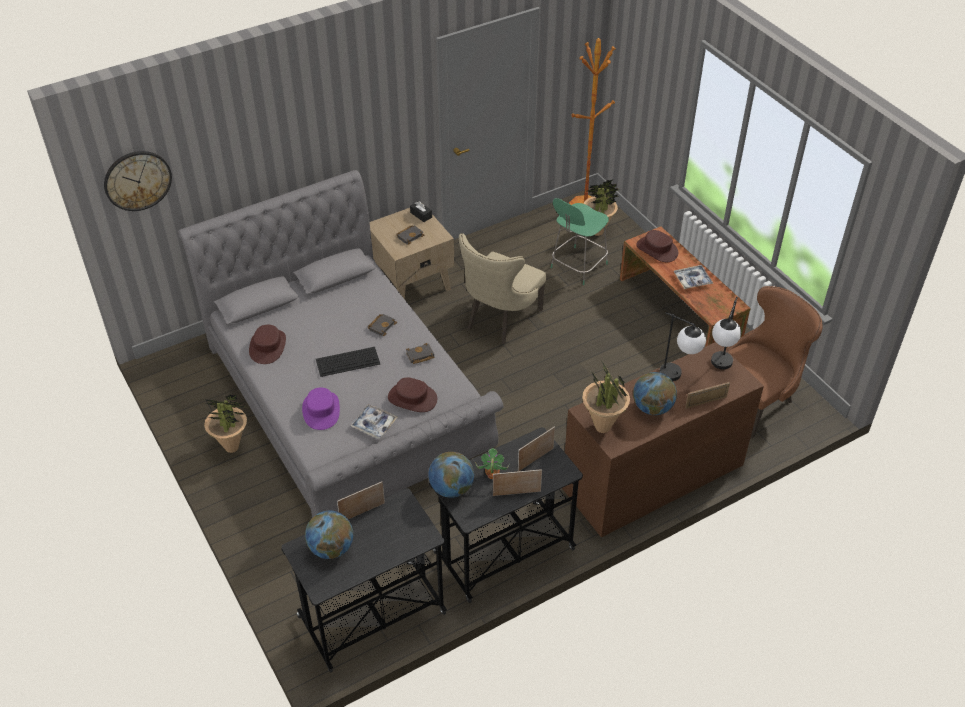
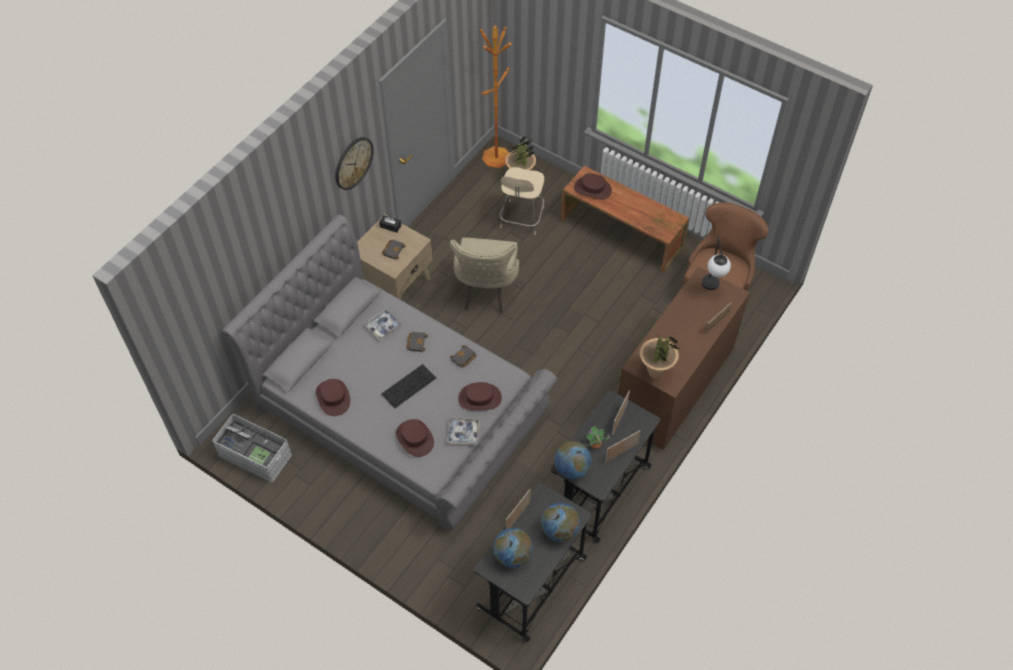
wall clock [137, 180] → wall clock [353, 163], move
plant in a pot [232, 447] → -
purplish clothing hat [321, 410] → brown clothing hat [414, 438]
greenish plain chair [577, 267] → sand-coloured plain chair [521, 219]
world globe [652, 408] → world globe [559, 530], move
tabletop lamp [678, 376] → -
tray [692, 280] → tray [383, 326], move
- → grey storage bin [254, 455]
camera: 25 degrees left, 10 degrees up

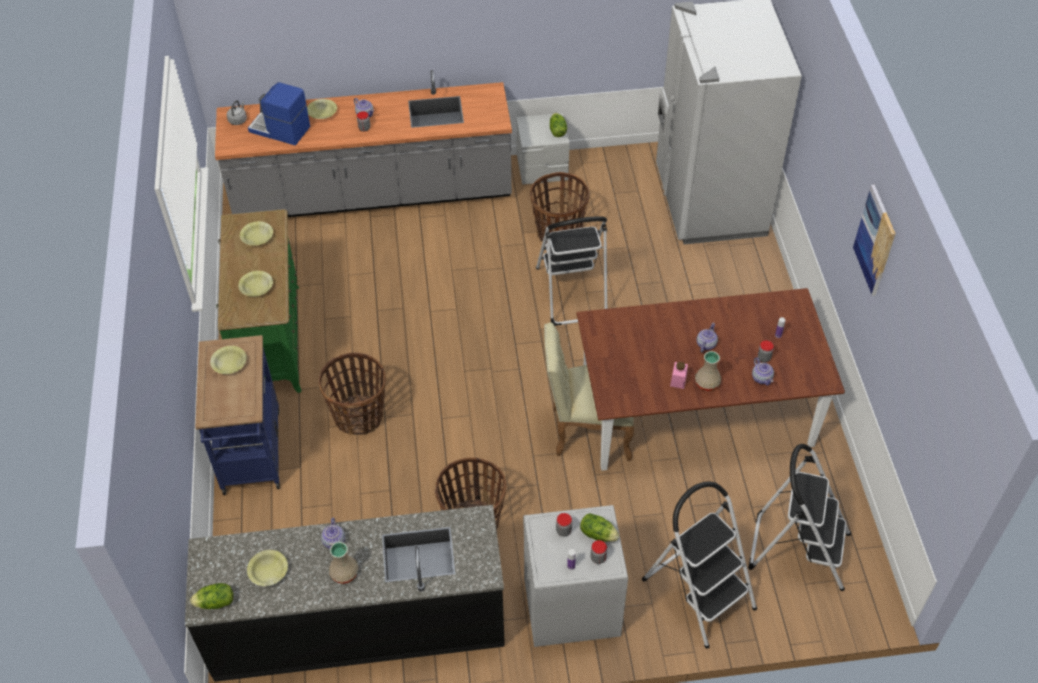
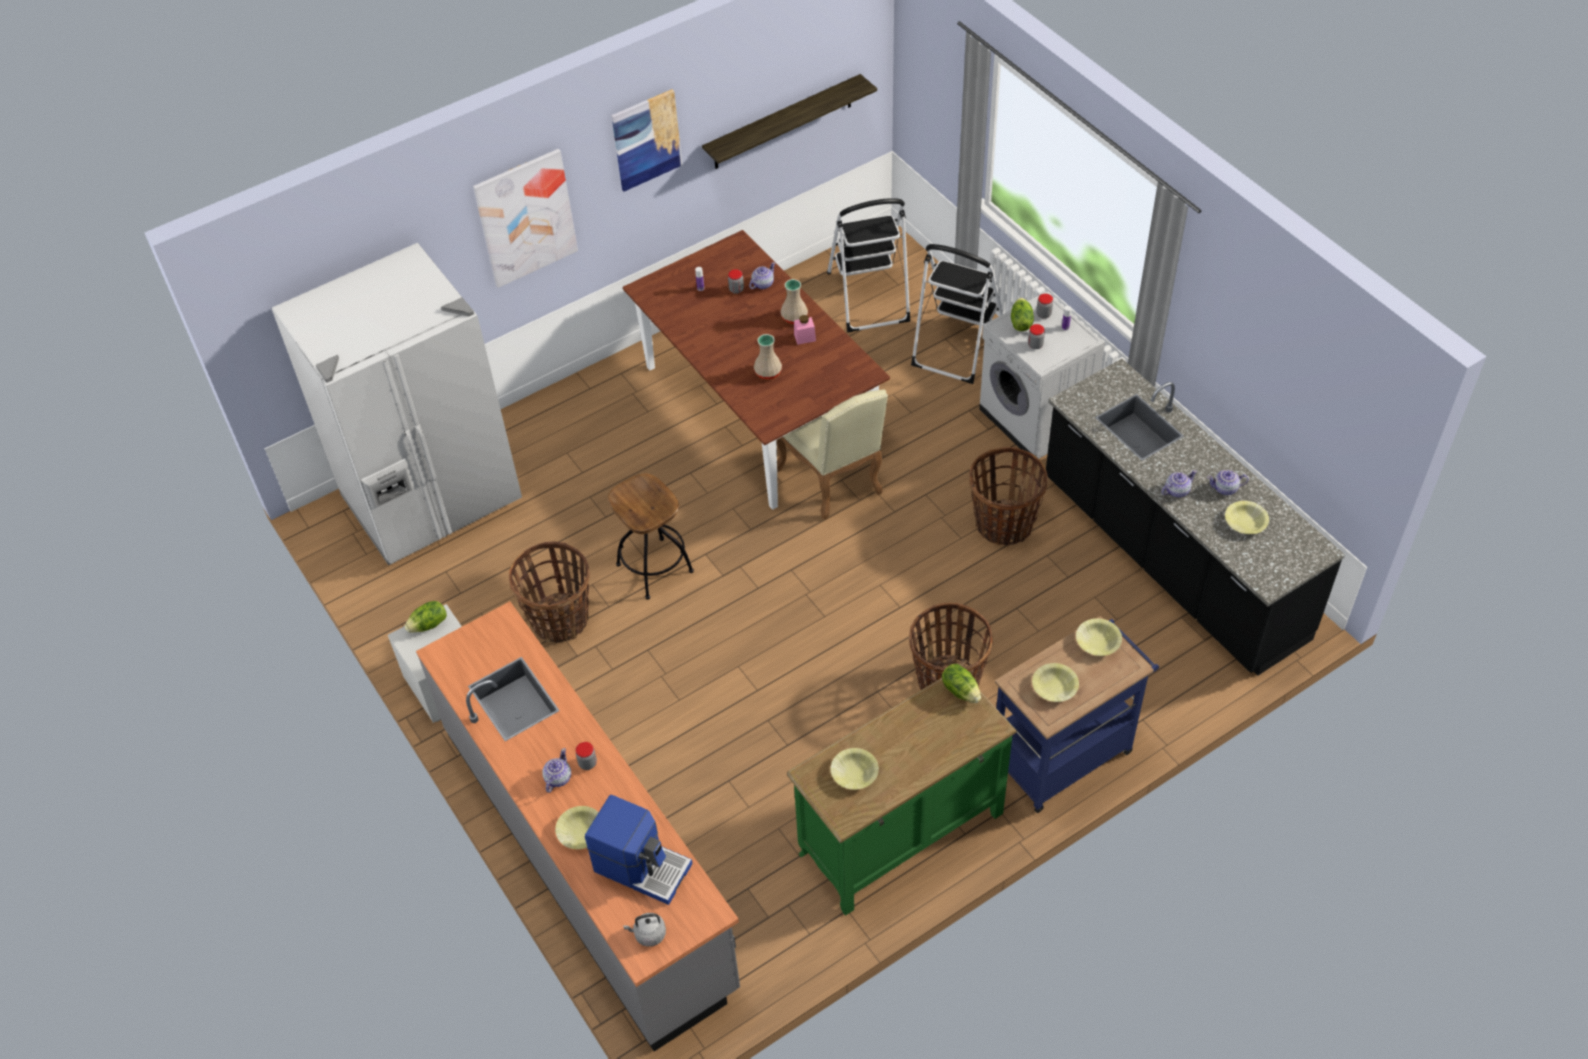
lettuce head [215, 603] → lettuce head [961, 690], move
yellowish serving bowl [256, 287] → yellowish serving bowl [1098, 641], move
coffee brewer [280, 130] → coffee brewer [642, 866], 60 degrees counterclockwise
sand-coloured decorative vase [345, 573] → sand-coloured decorative vase [767, 372], move
stepladder [571, 294] → brown sitting stool [655, 568]
pot for tea [705, 344] → pot for tea [1225, 488], move
- → wall art [526, 218]
- → bracket shelf [783, 122]
camera: 115 degrees left, 0 degrees up

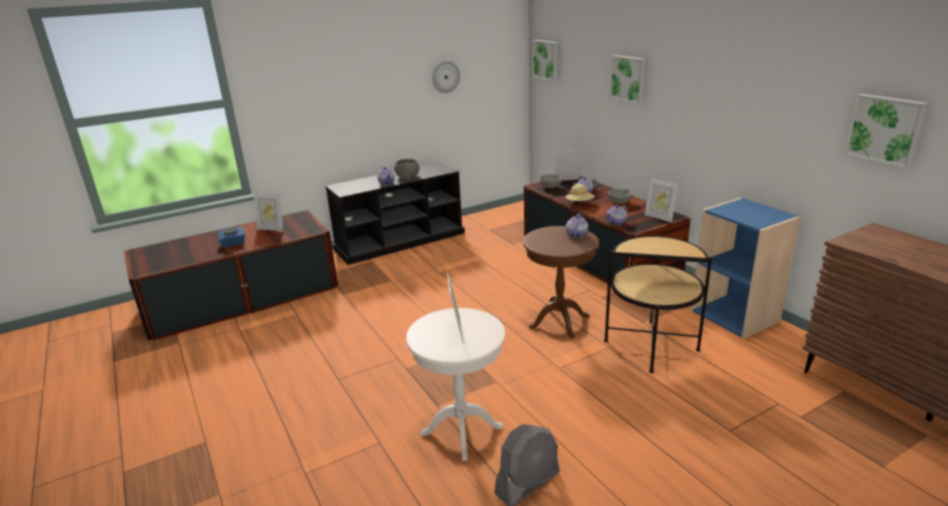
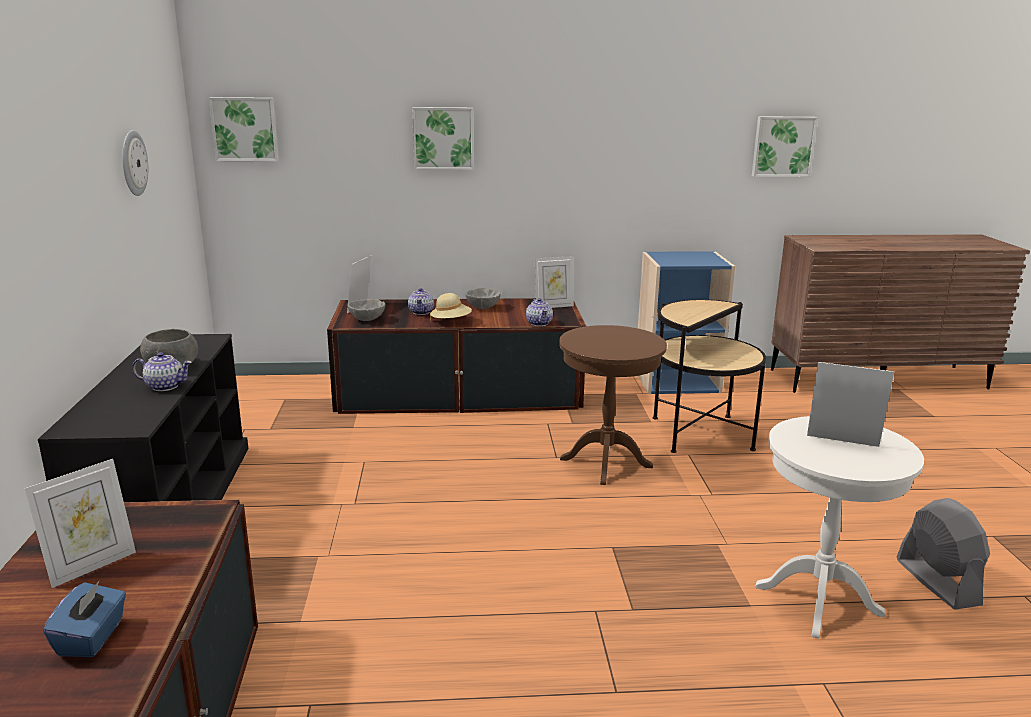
pot for tea [576, 235] → -
camera: 65 degrees left, 5 degrees down

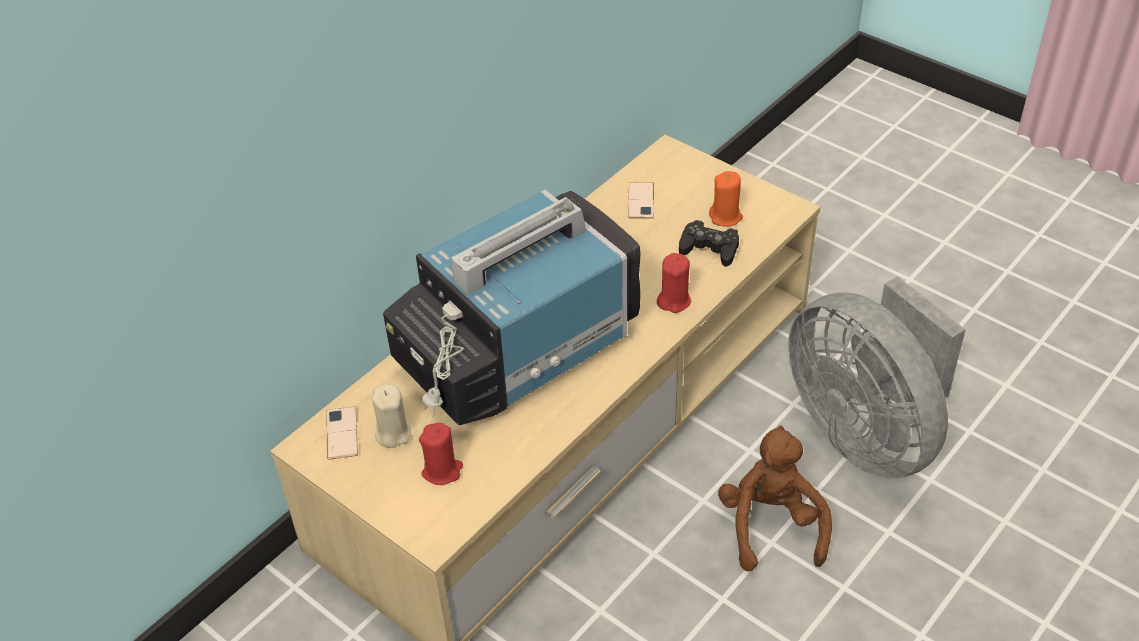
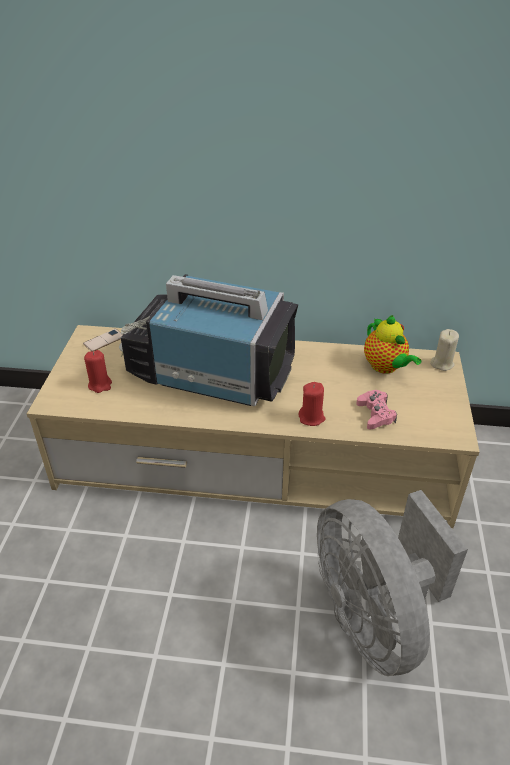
sand-coloured wax candle [393, 433] → sand-coloured wax candle [442, 363], move
handset [641, 201] → pot for tea [385, 367]
black game controller [709, 249] → pinkish game controller [375, 414]
orange-coloured wax candle [725, 217] → -
brown soft toy [771, 526] → -
grey fan [866, 433] → grey fan [374, 616], 45 degrees counterclockwise
camera: 55 degrees right, 5 degrees down

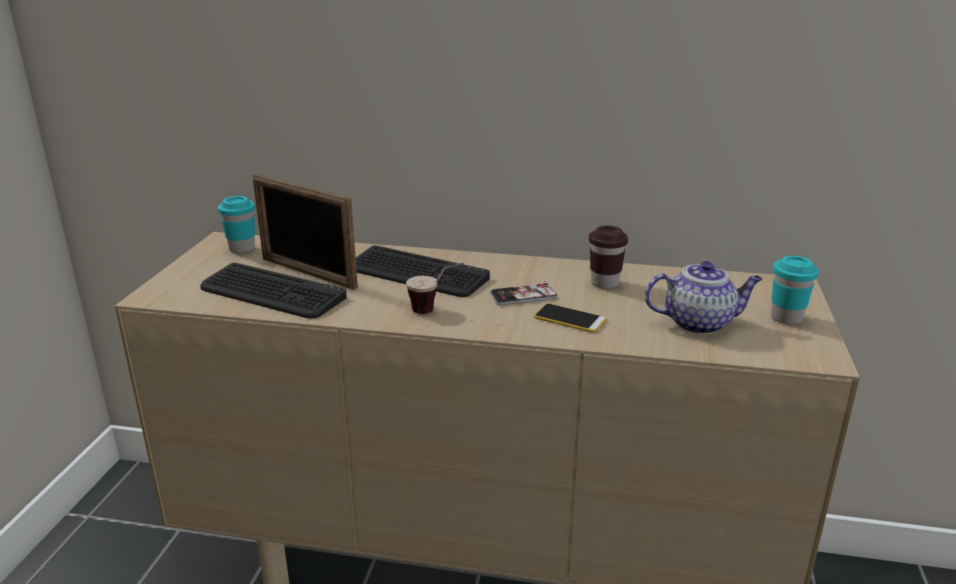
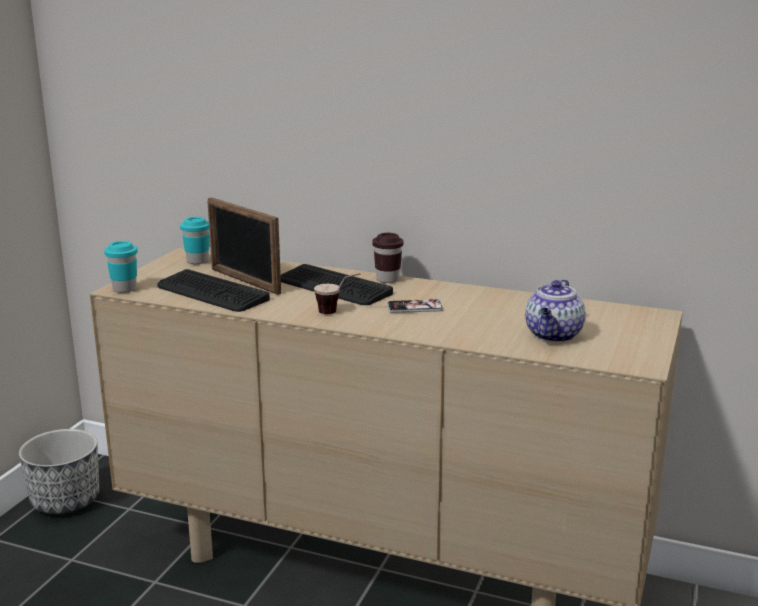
handset [570, 319] → -
brown small cup [604, 283] → brown small cup [387, 279], move
pot for tea [699, 323] → pot for tea [554, 335], 105 degrees clockwise
blue-green small cup [786, 318] → blue-green small cup [124, 289], move
- → flower pot [66, 500]
camera: 10 degrees right, 5 degrees down

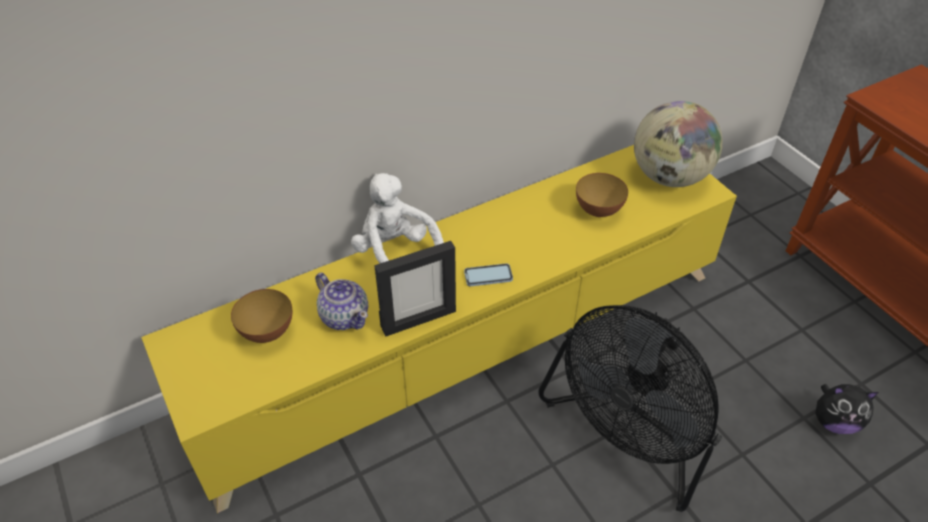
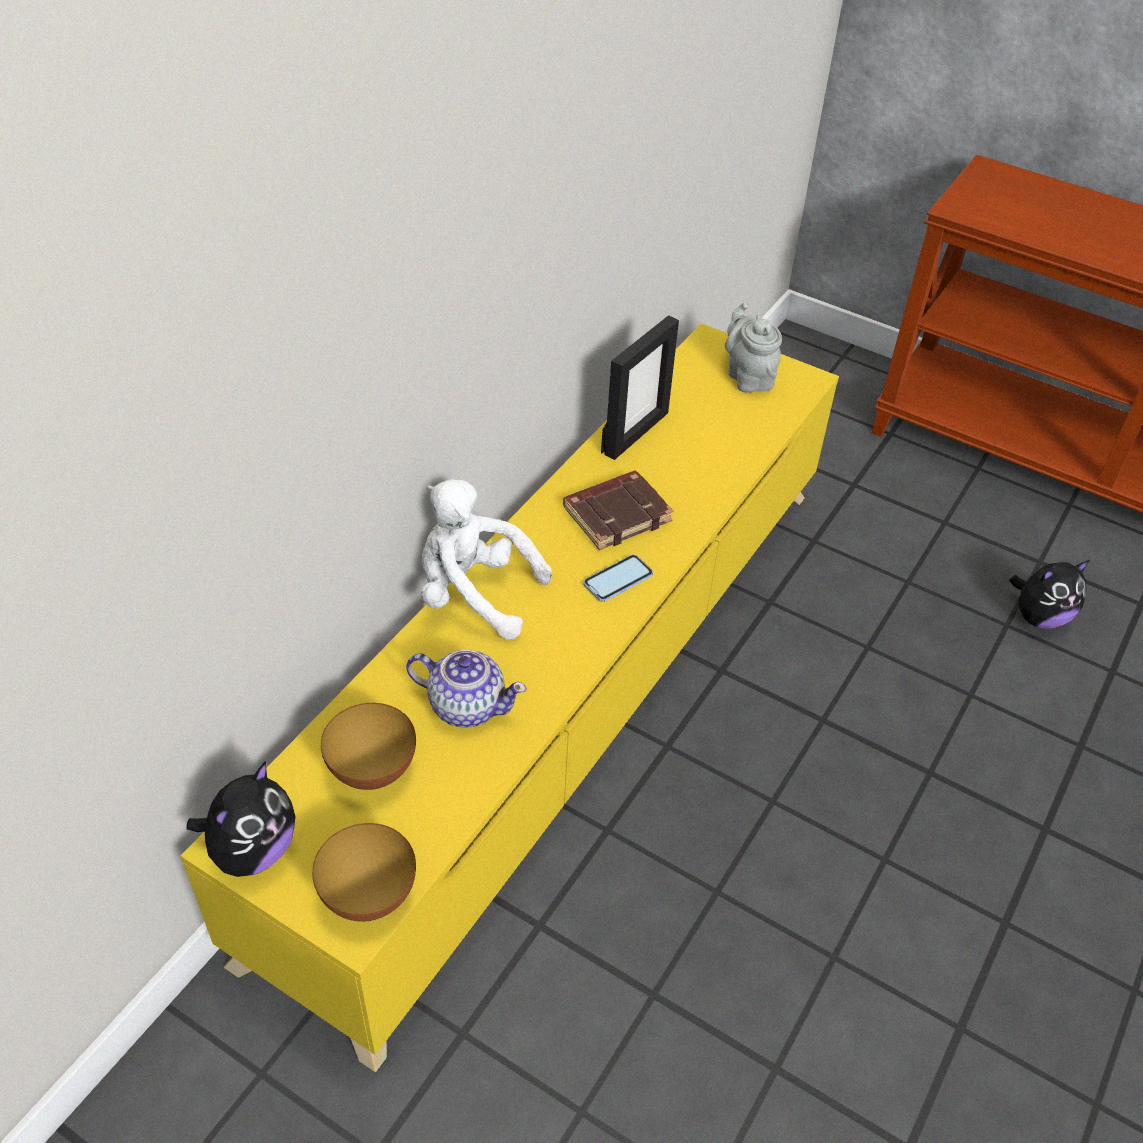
picture frame [418, 319] → picture frame [635, 432], move
black fan [626, 429] → -
serving bowl [598, 211] → serving bowl [369, 896], move
world globe [669, 177] → grey pot for tea [748, 376]
- → soft toy [252, 850]
- → brown volume [617, 514]
camera: 30 degrees left, 0 degrees up

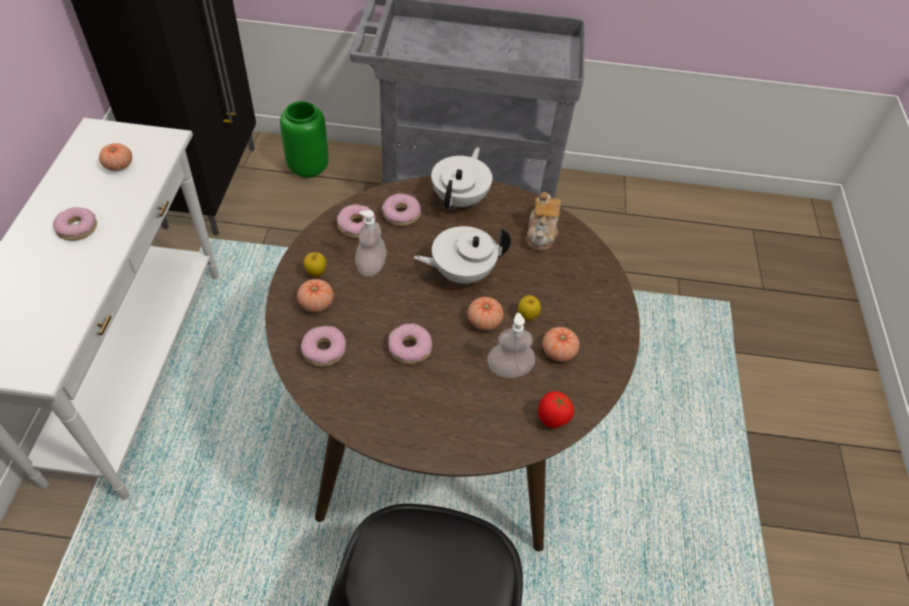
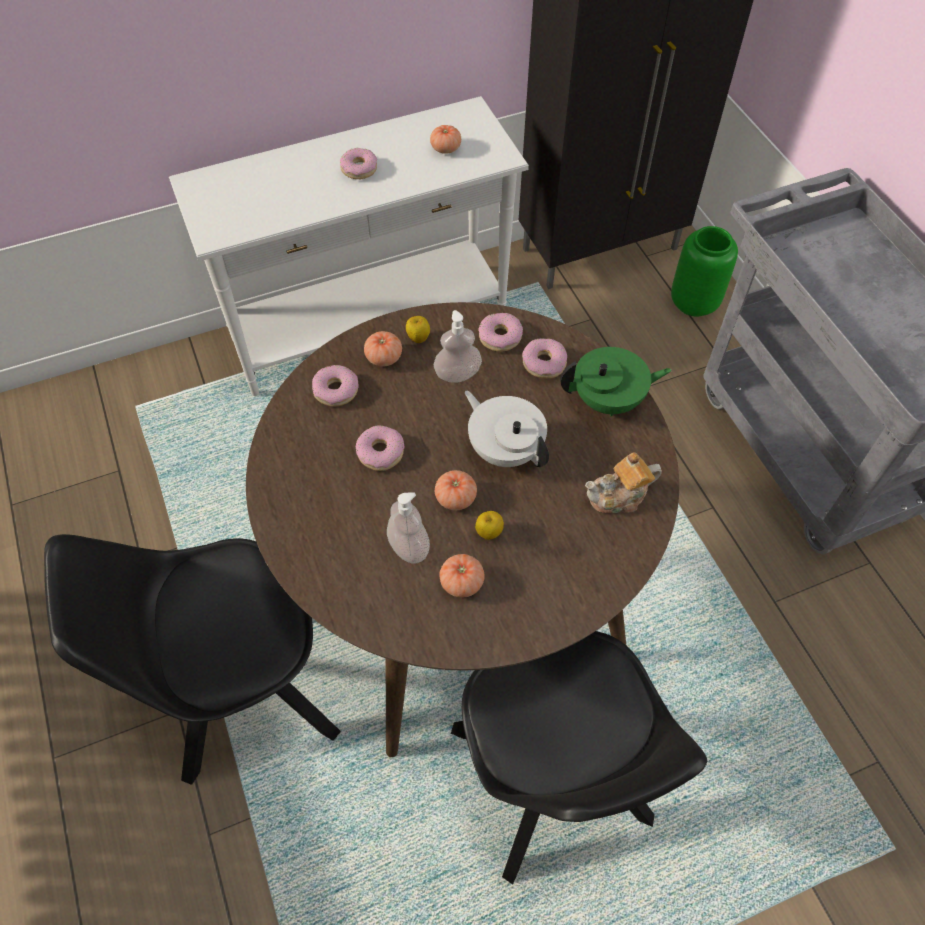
white pot for tea [460, 199] → greenish pot for tea [609, 401]
tomato [552, 420] → -
- → black plain chair [551, 780]
camera: 65 degrees right, 5 degrees up

